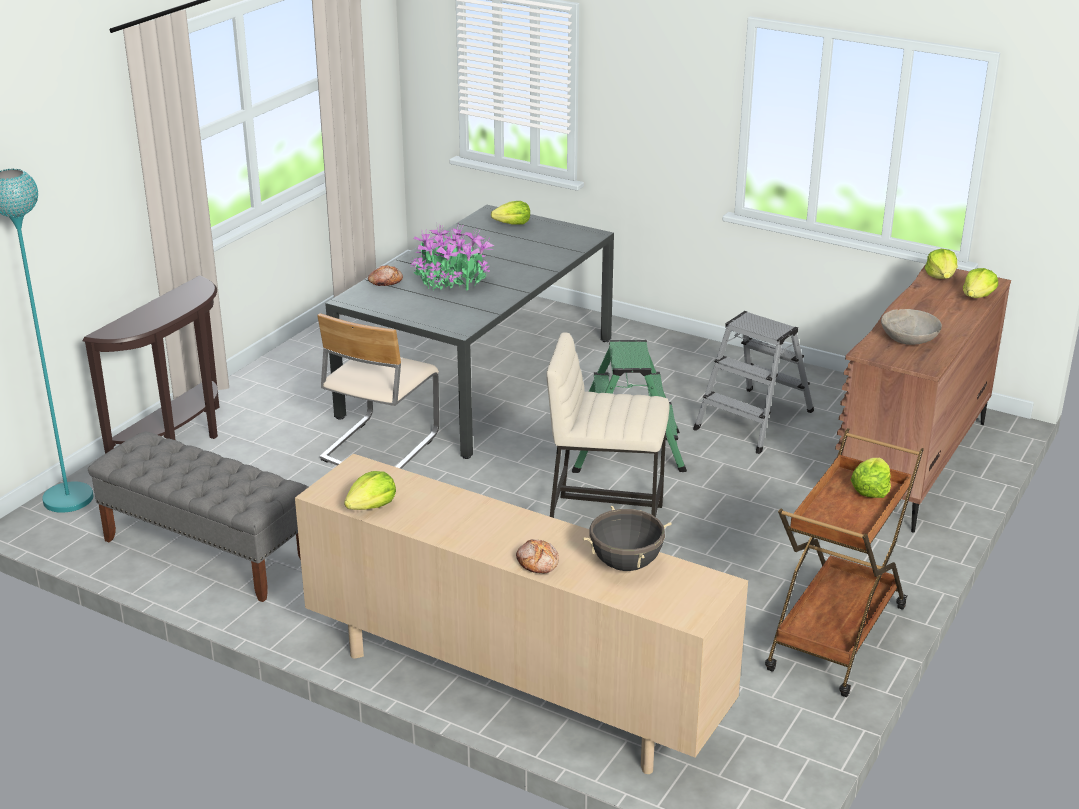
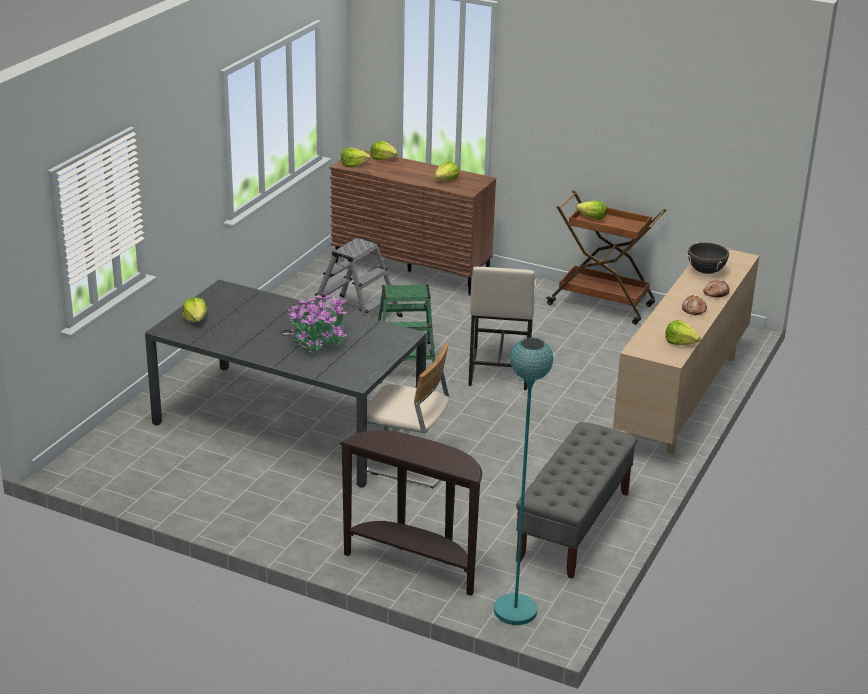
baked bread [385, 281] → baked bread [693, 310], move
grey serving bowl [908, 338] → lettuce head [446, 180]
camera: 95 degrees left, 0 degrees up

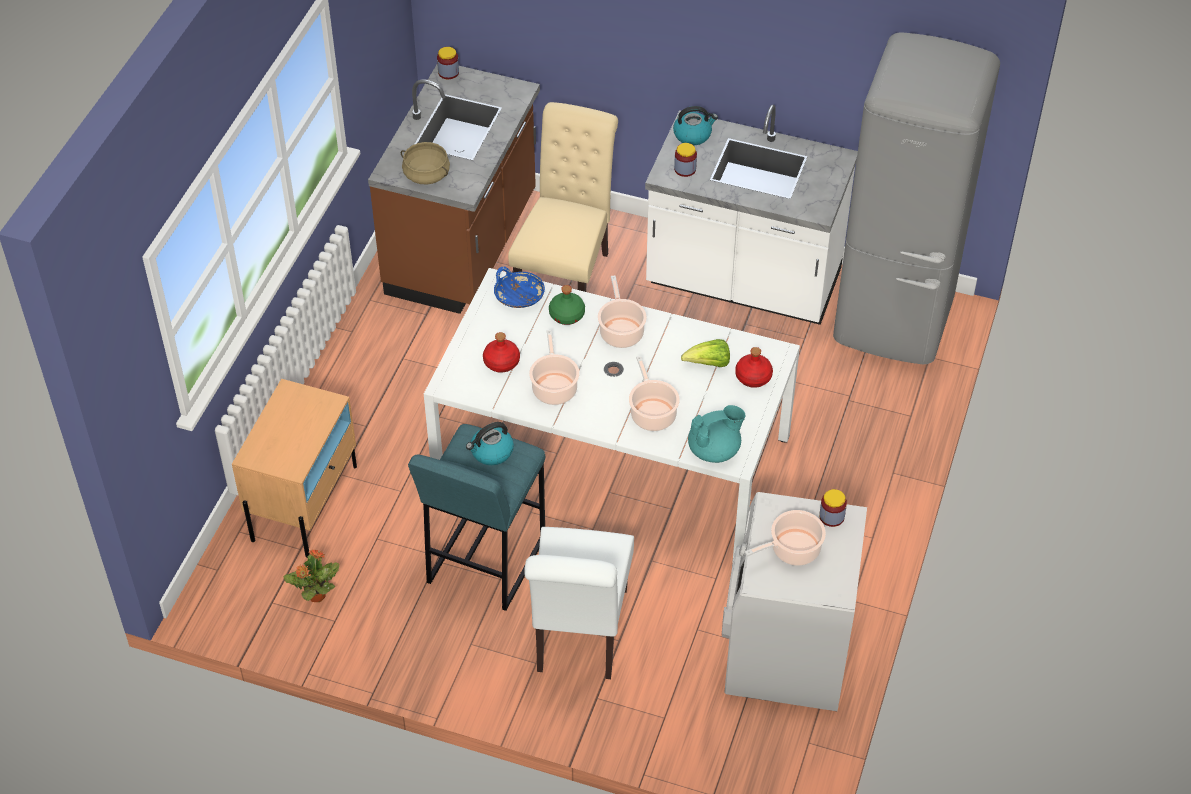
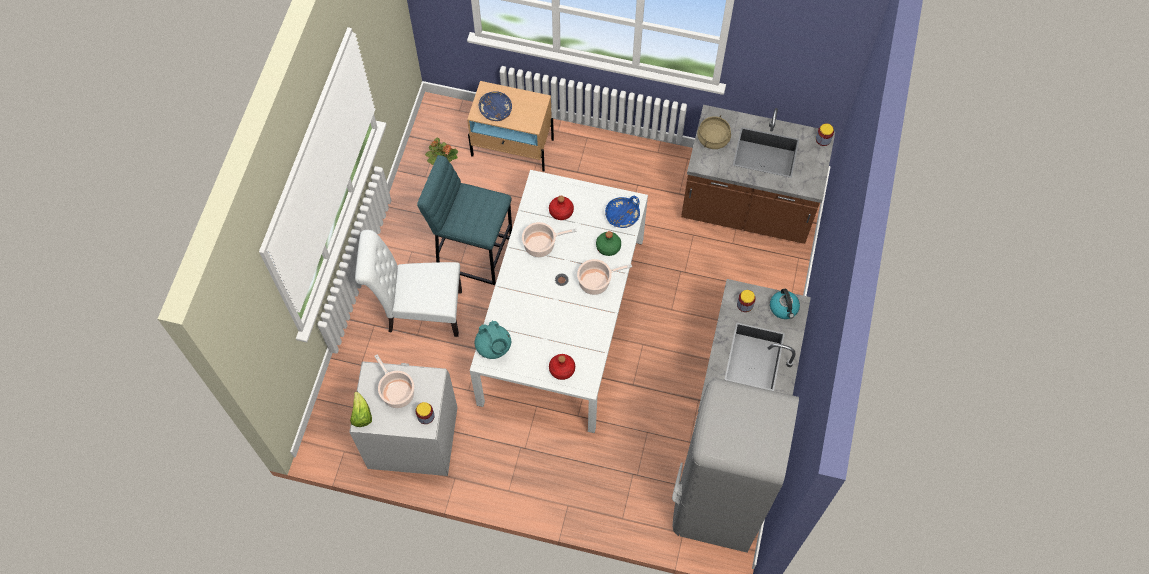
tea kettle [491, 452] → -
sand-coloured plain chair [566, 274] → -
saucepot [652, 413] → -
lettuce head [708, 364] → lettuce head [361, 415], move
- → blue-coloured serving bowl [496, 110]
camera: 85 degrees right, 15 degrees up

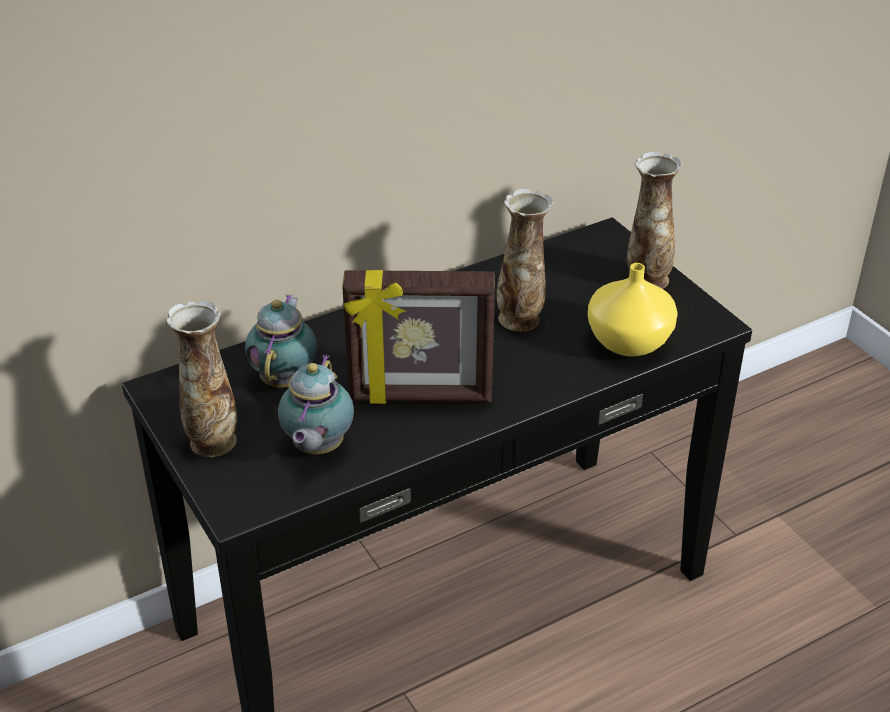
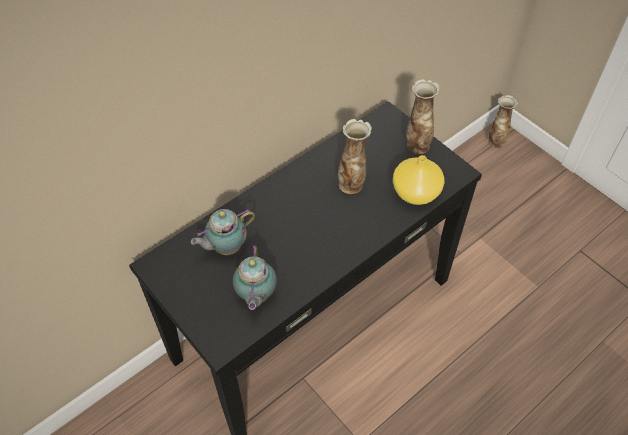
decorative vase [212, 440] → decorative vase [496, 142], move
pot for tea [286, 378] → pot for tea [226, 247], 120 degrees counterclockwise
picture frame [420, 397] → -
camera: 10 degrees left, 15 degrees up

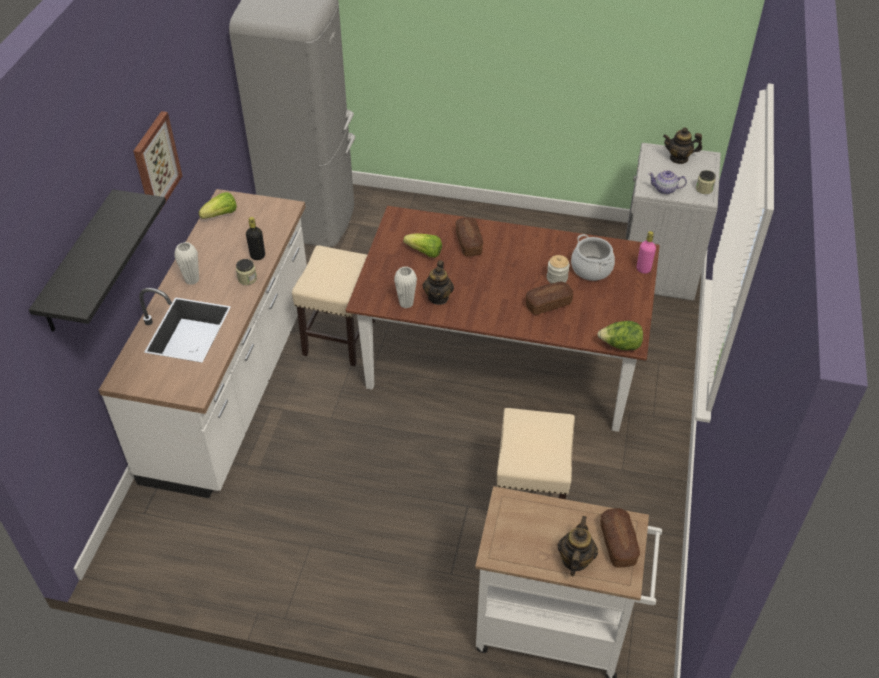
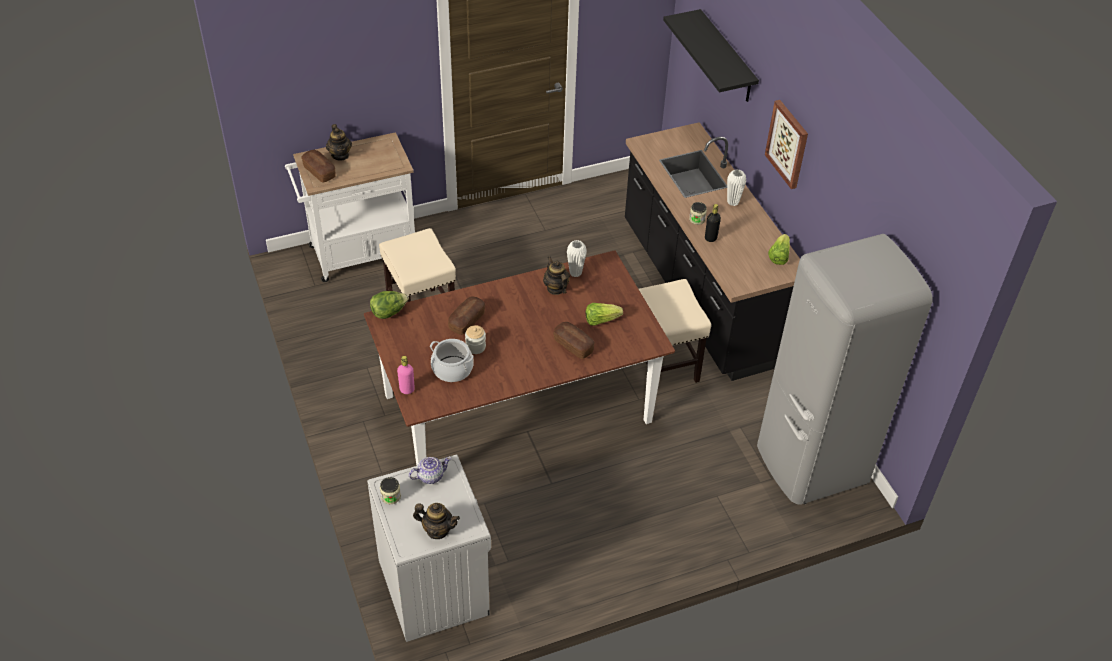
white kitchen counter [233, 385] → black kitchen counter [700, 293]
pot for tea [679, 158] → pot for tea [437, 530], 45 degrees clockwise
camera: 145 degrees right, 0 degrees up

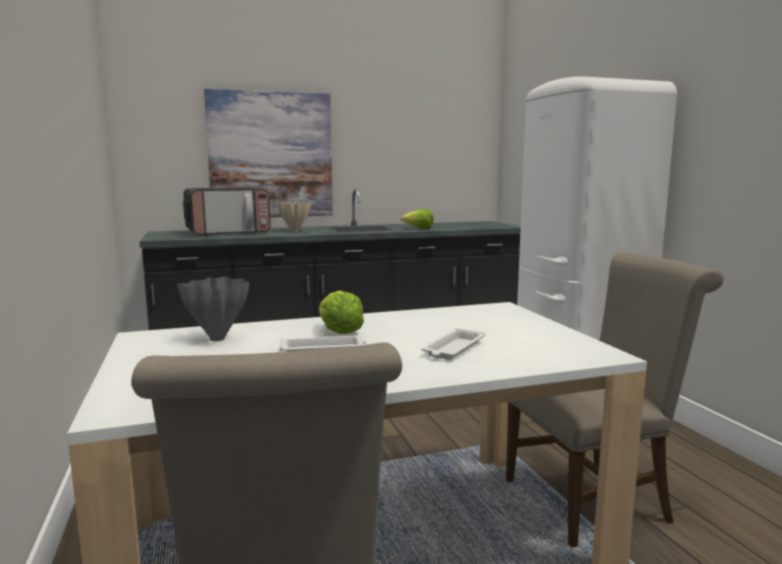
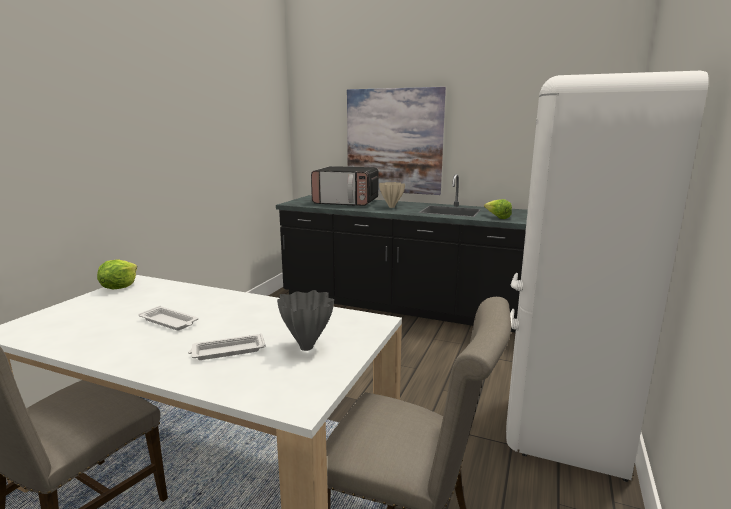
grey decorative vase [218, 339] → grey decorative vase [307, 348], move
lettuce head [339, 332] → lettuce head [119, 287], move
camera: 40 degrees right, 5 degrees up

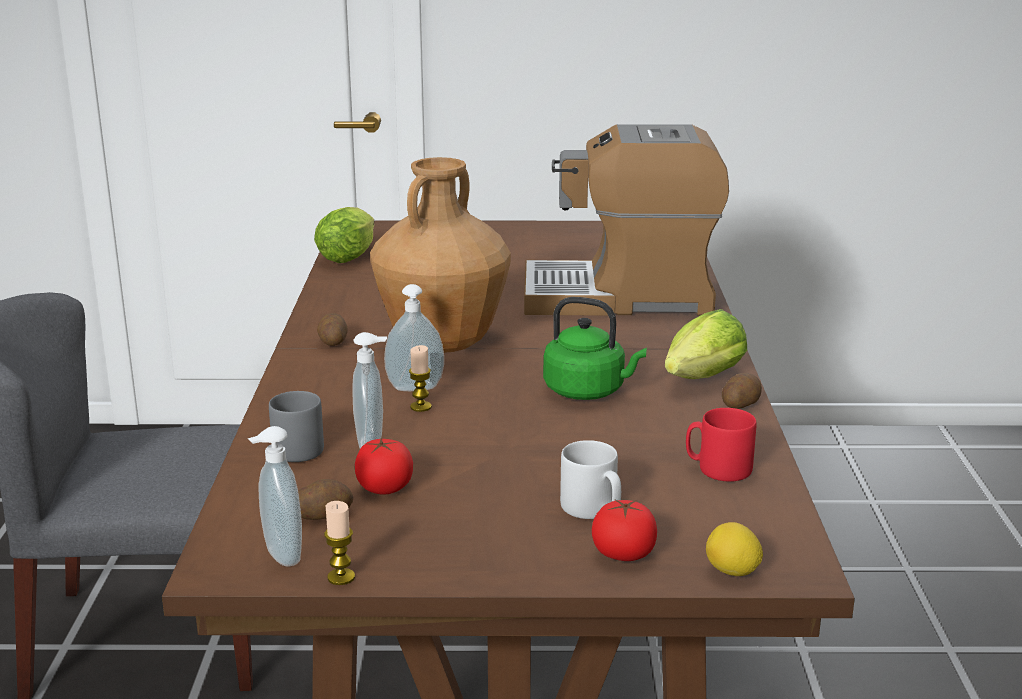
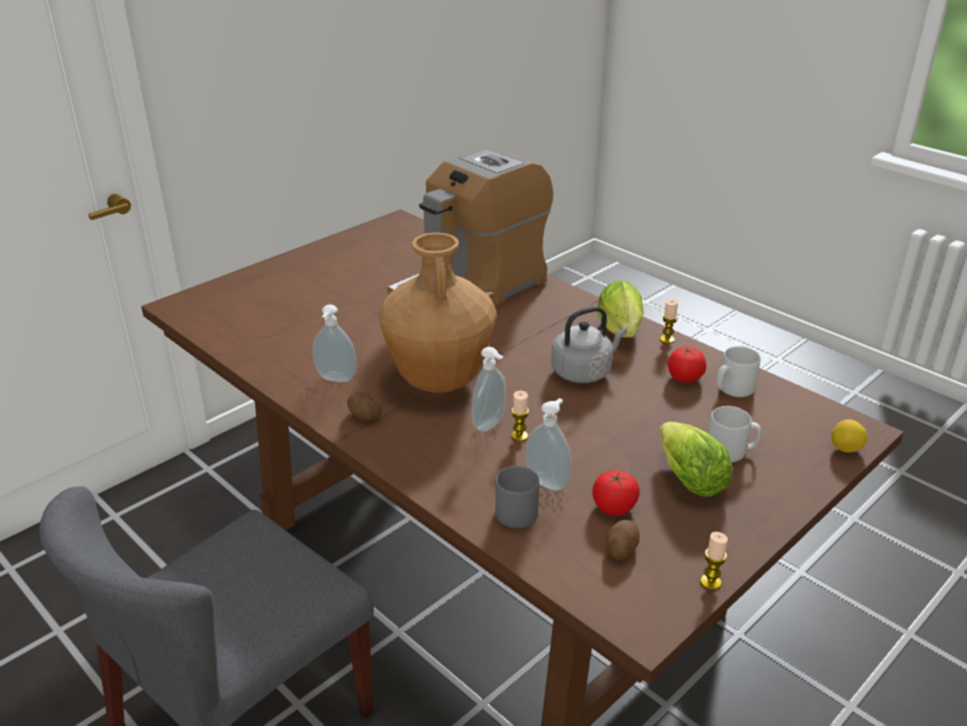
liquid soap bottle [279, 556] → liquid soap bottle [335, 379], move
lettuce head [350, 256] → lettuce head [686, 477], move
greenish tea kettle [588, 391] → grey tea kettle [584, 371]
tomato [623, 554] → tomato [684, 378], move
red-coloured mug [718, 469] → grey mug [732, 389]
whole potato [739, 404] → wax candle [667, 340]
camera: 45 degrees left, 10 degrees up

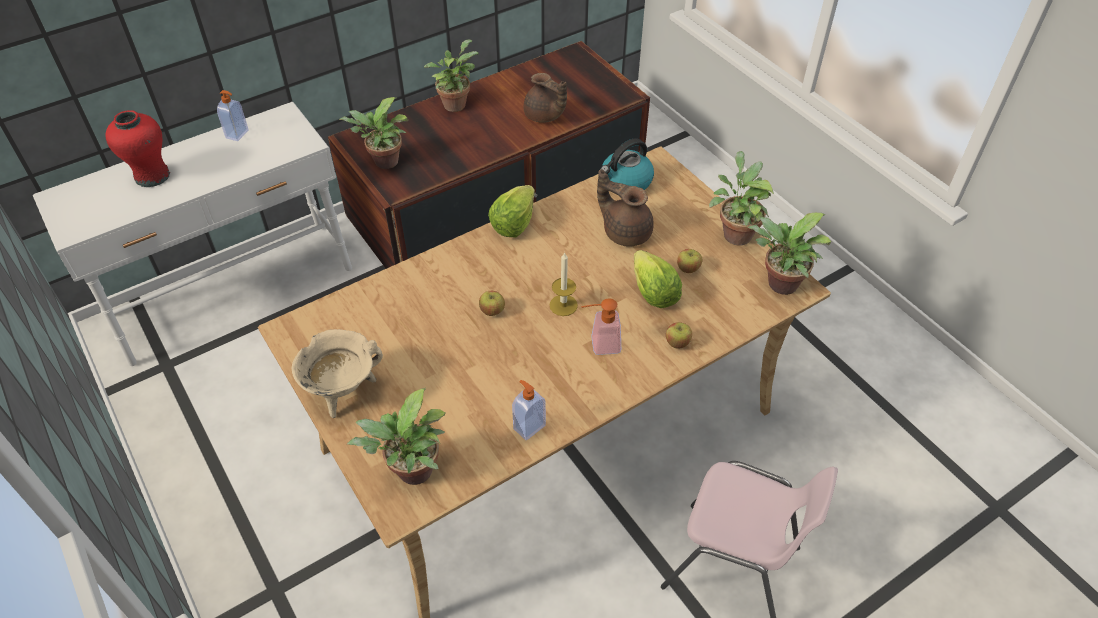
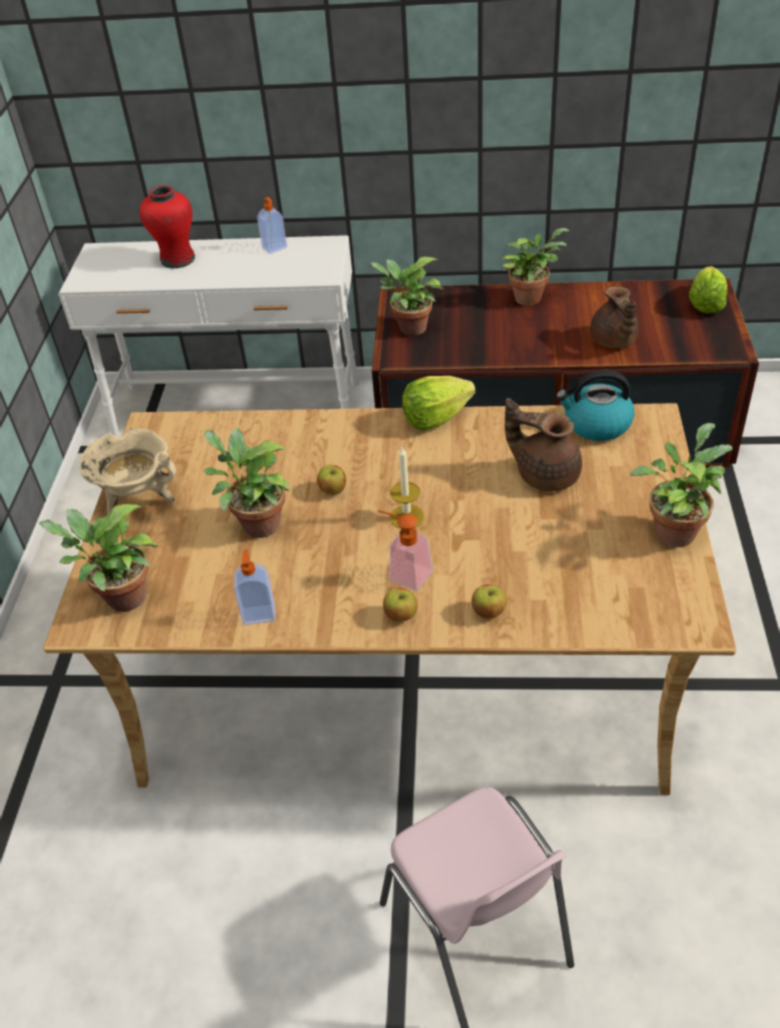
brown pot for tea [625, 231] → brown pot for tea [545, 474], 45 degrees counterclockwise
lettuce head [653, 292] → lettuce head [705, 304], move
apple [688, 269] → apple [401, 615], move
plant in a pot [779, 285] → plant in a pot [256, 524], move
camera: 40 degrees right, 5 degrees down

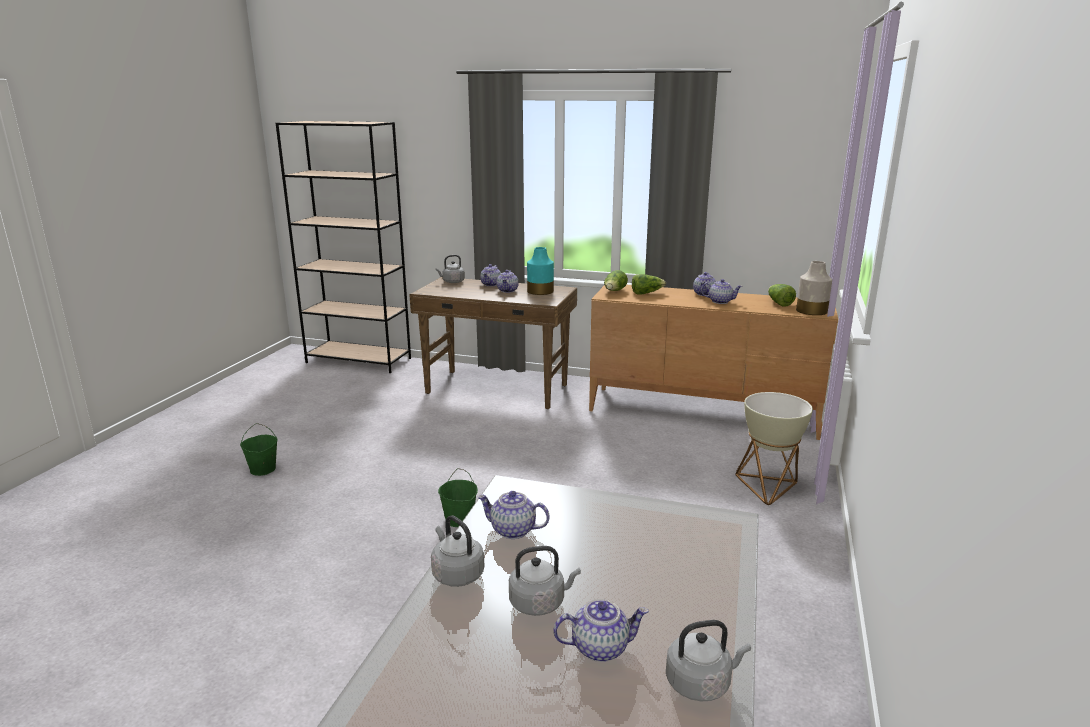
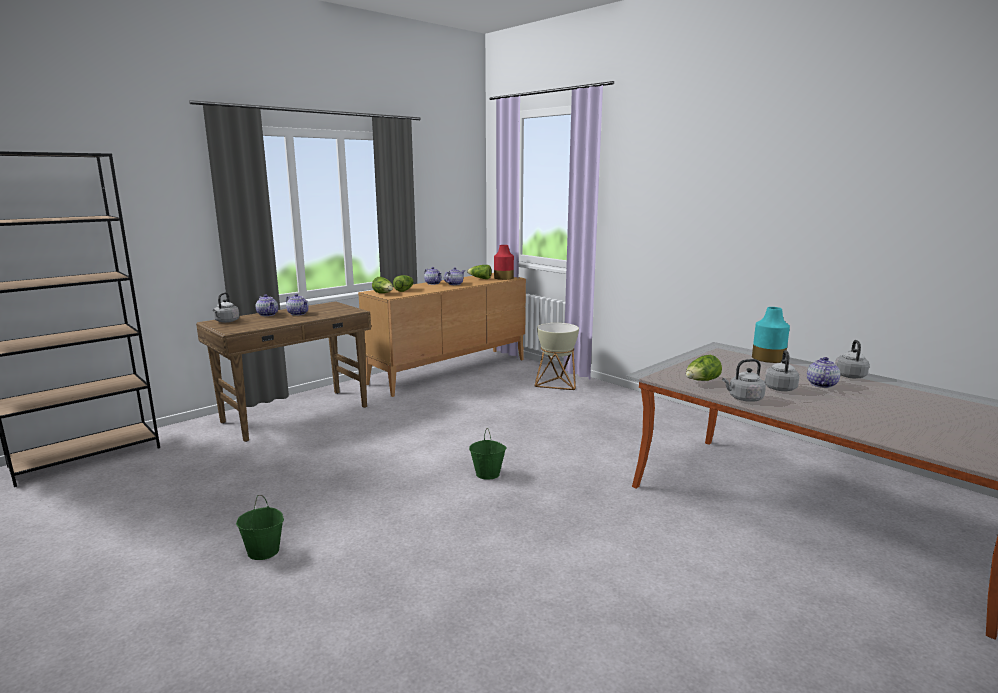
pot for tea [512, 530] → lettuce head [701, 381]
blue-green decorative vase [540, 291] → blue-green decorative vase [767, 358], move
sand-coloured decorative vase [811, 310] → red-coloured decorative vase [503, 278]
camera: 60 degrees left, 5 degrees down

